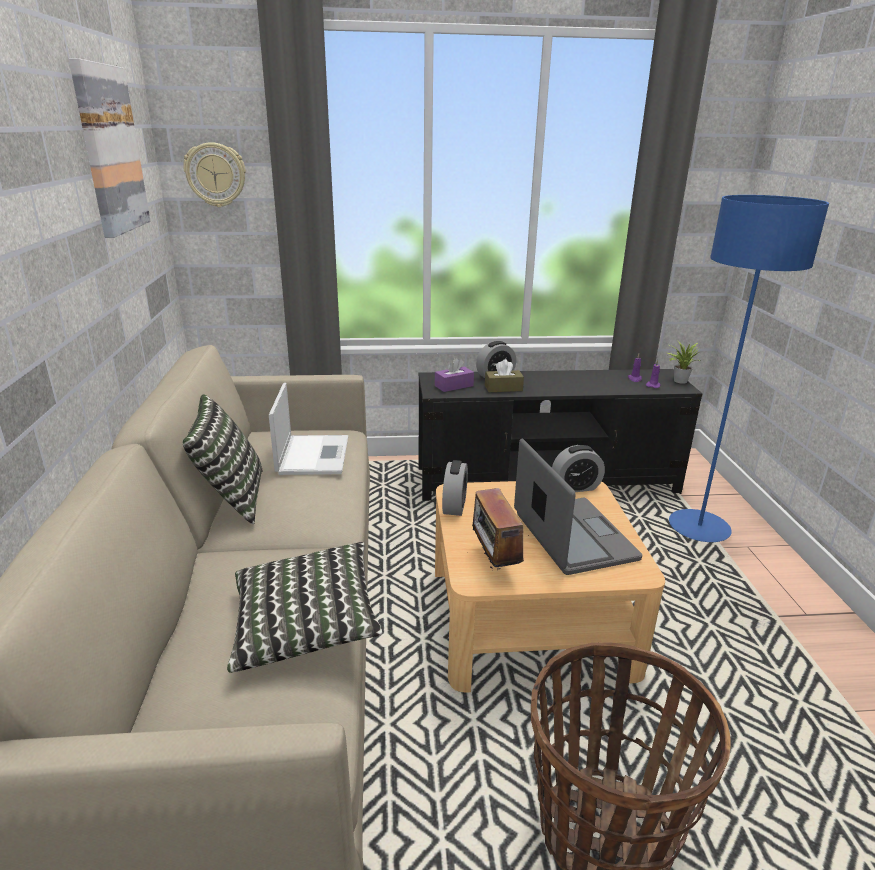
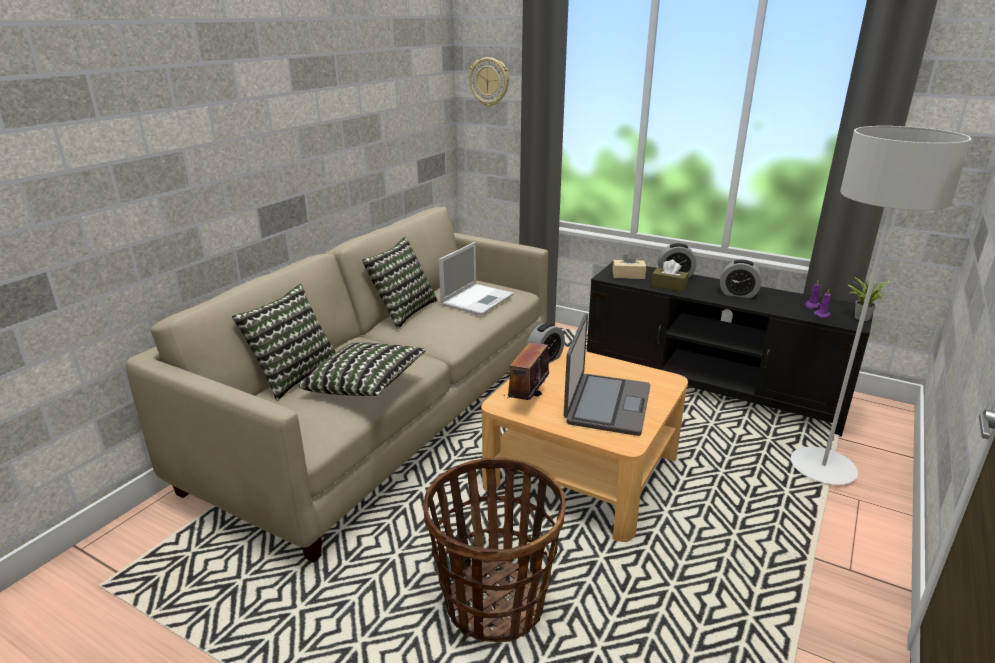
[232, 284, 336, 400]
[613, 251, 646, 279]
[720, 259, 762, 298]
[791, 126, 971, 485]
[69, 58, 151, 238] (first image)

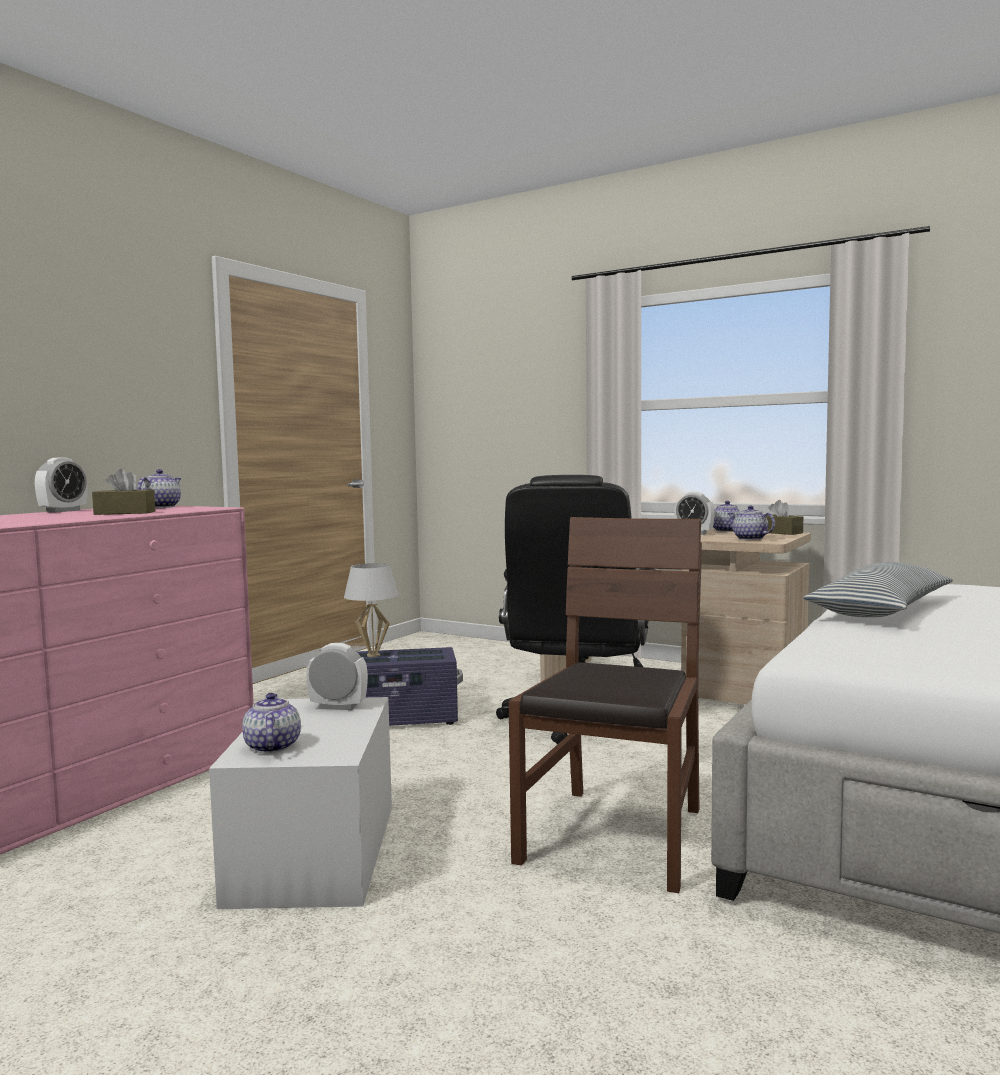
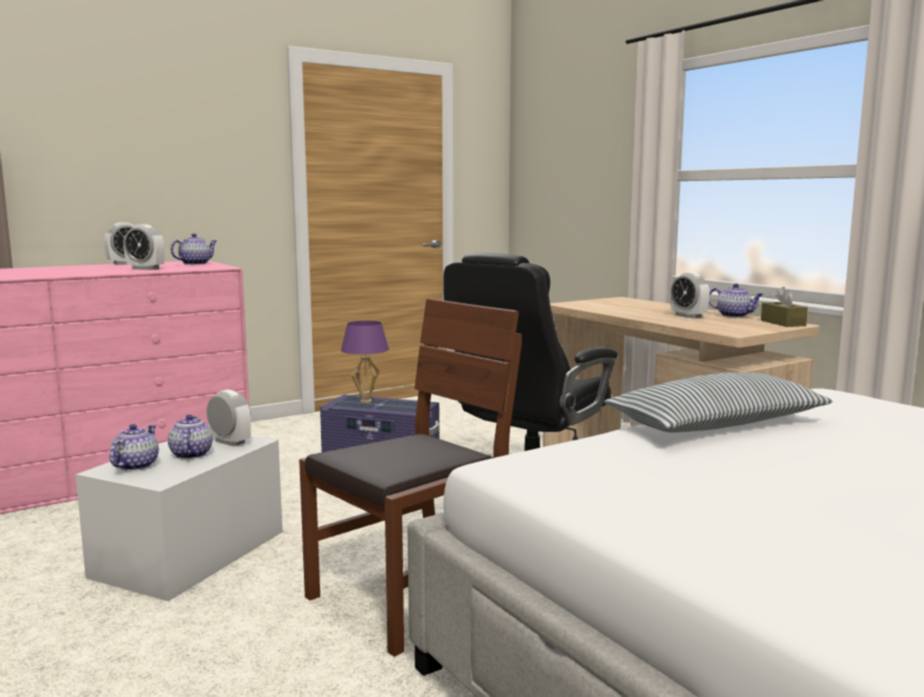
[123, 224, 165, 270]
[168, 415, 213, 459]
[341, 321, 389, 403]

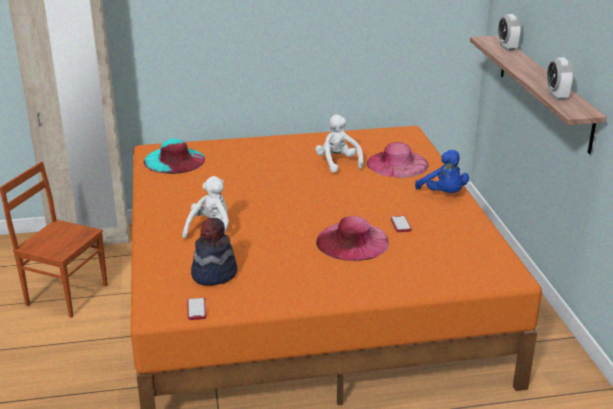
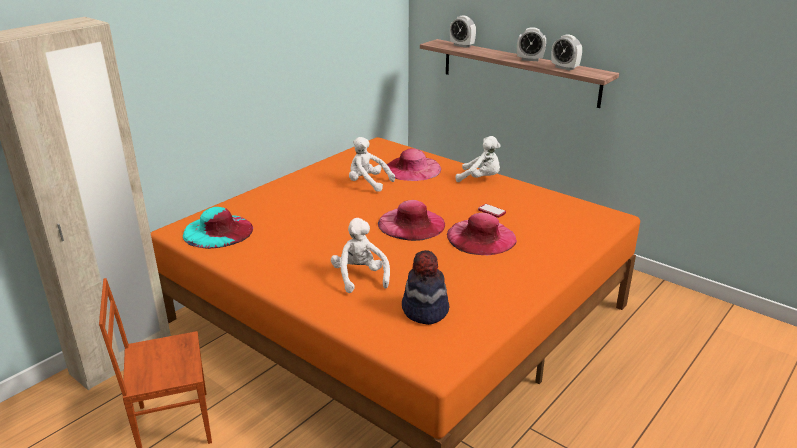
[378, 200, 445, 241]
[456, 136, 501, 182]
[517, 27, 546, 61]
[187, 298, 206, 320] (first image)

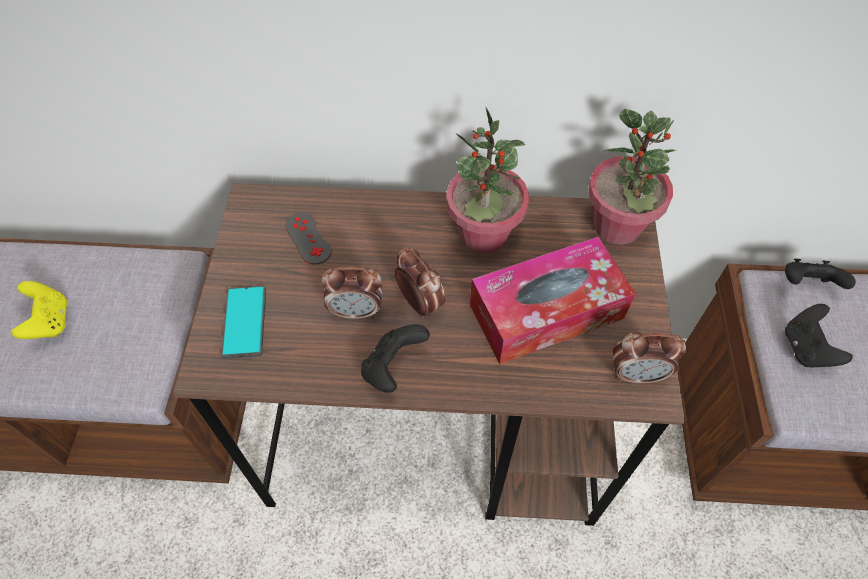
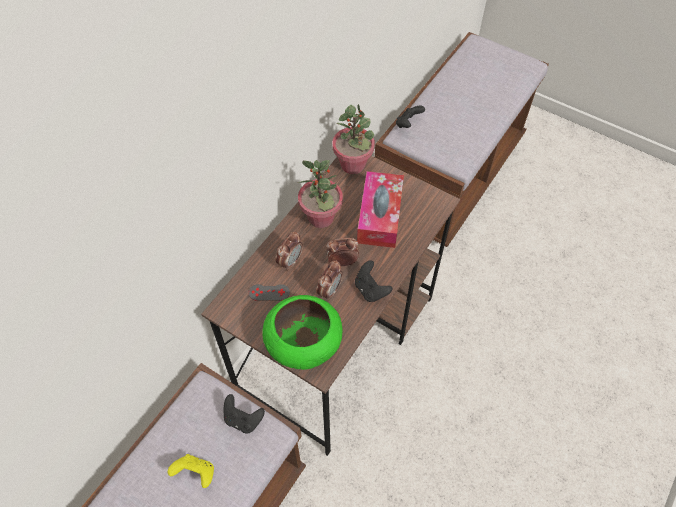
[224, 394, 265, 433]
[262, 295, 342, 370]
[275, 231, 303, 271]

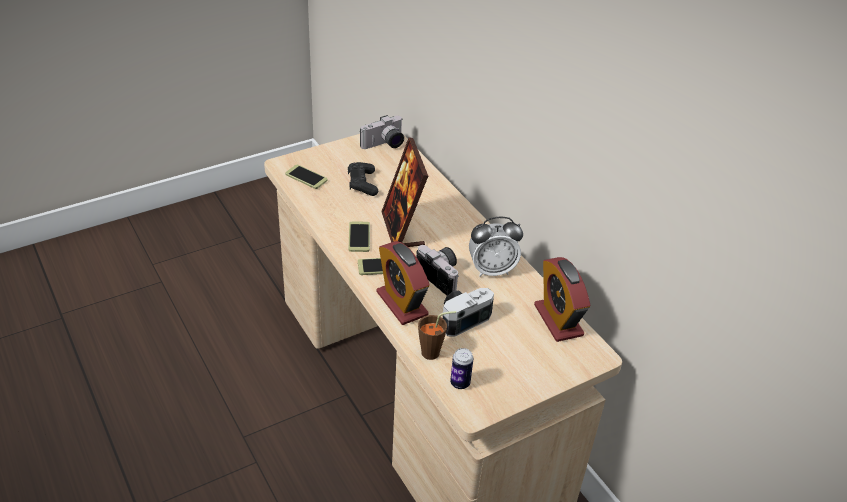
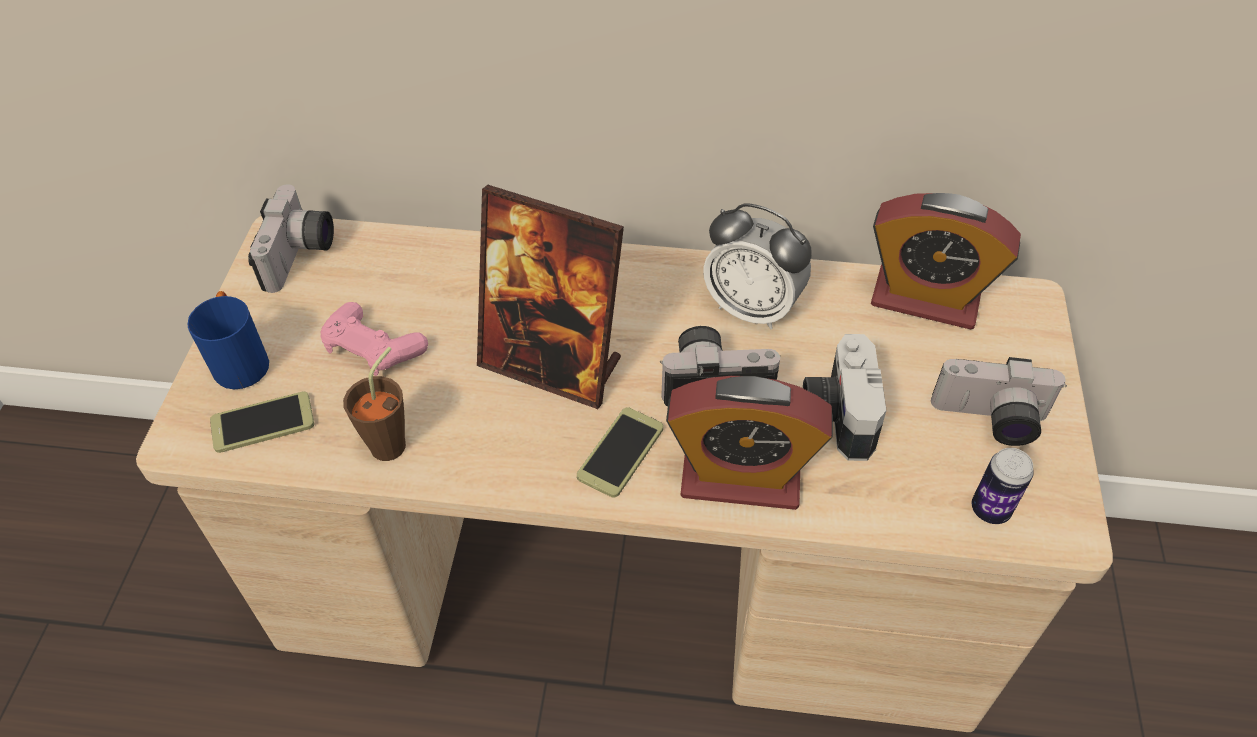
[188, 291, 269, 389]
[320, 302, 428, 376]
[343, 347, 406, 461]
[703, 203, 812, 330]
[931, 357, 1067, 446]
[349, 222, 370, 252] (first image)

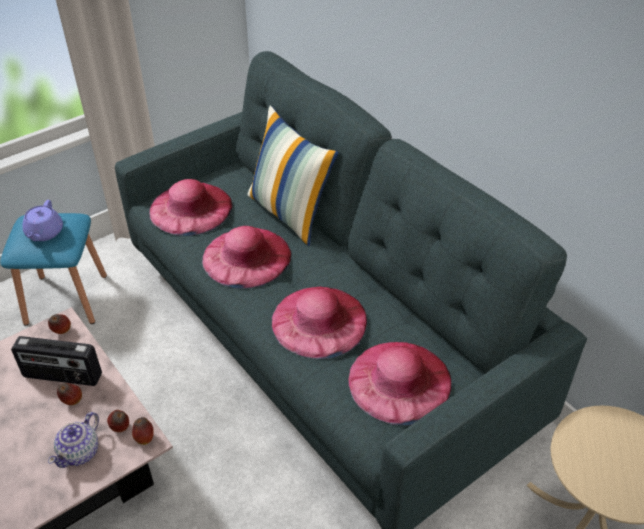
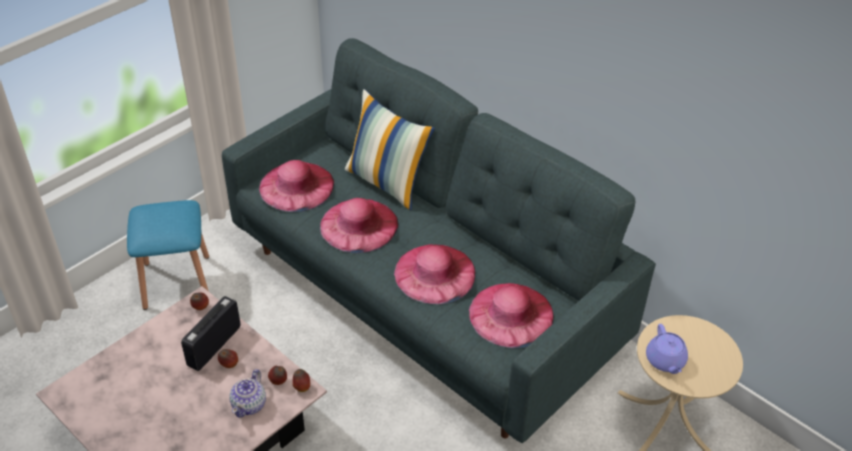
[181, 296, 241, 371]
[646, 324, 688, 374]

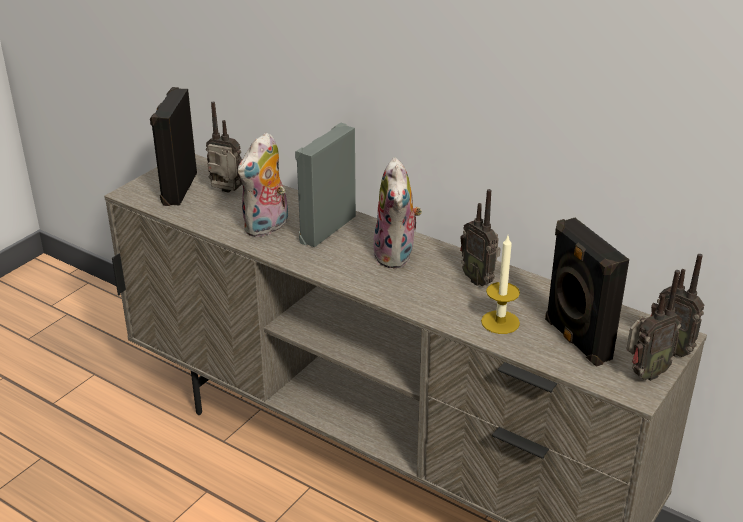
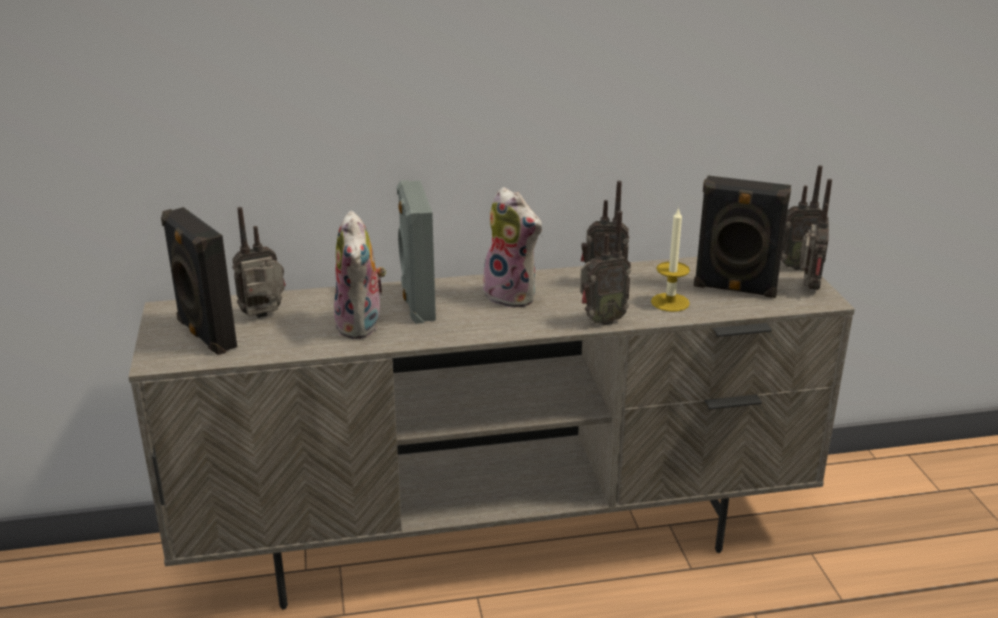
[580, 211, 631, 326]

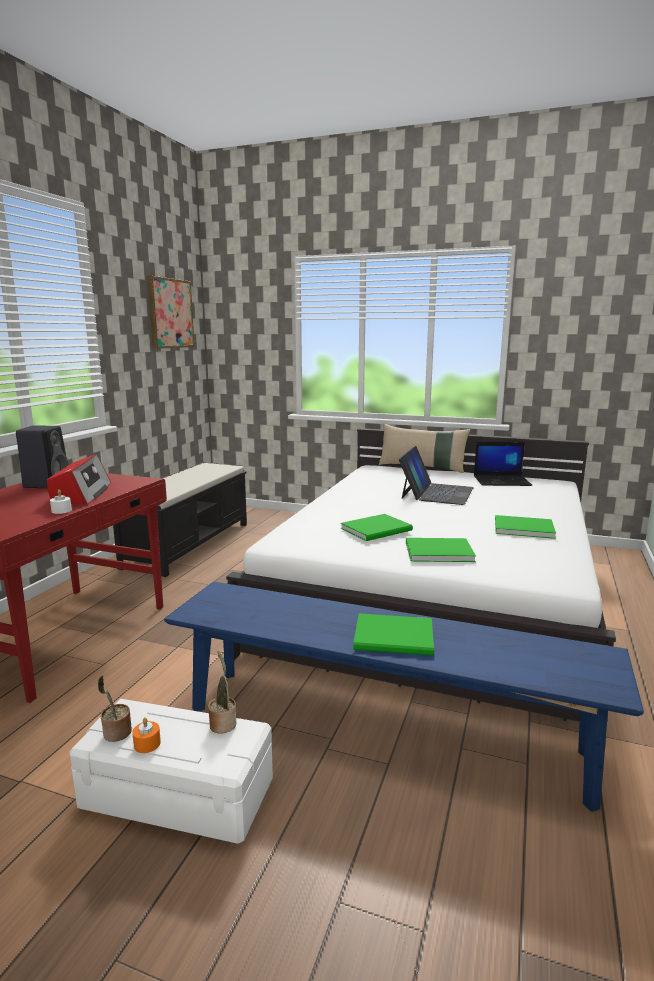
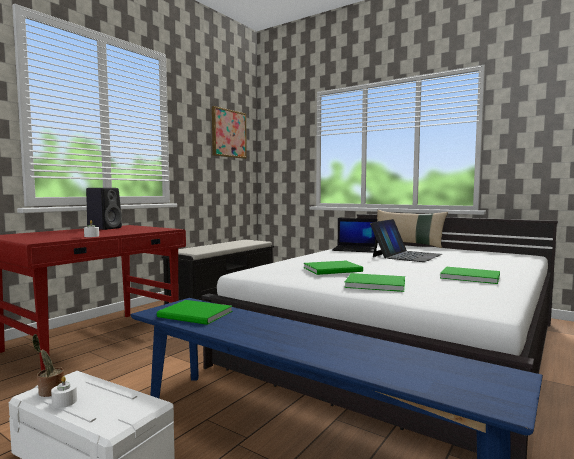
[51, 376, 77, 408]
[157, 300, 233, 325]
[332, 218, 377, 253]
[47, 454, 111, 504] (first image)
[208, 651, 237, 734] (first image)

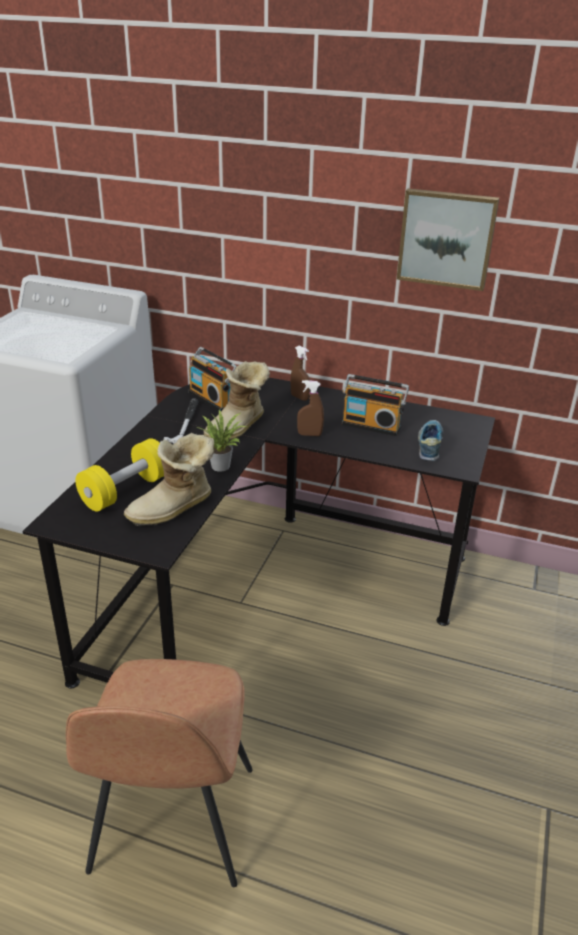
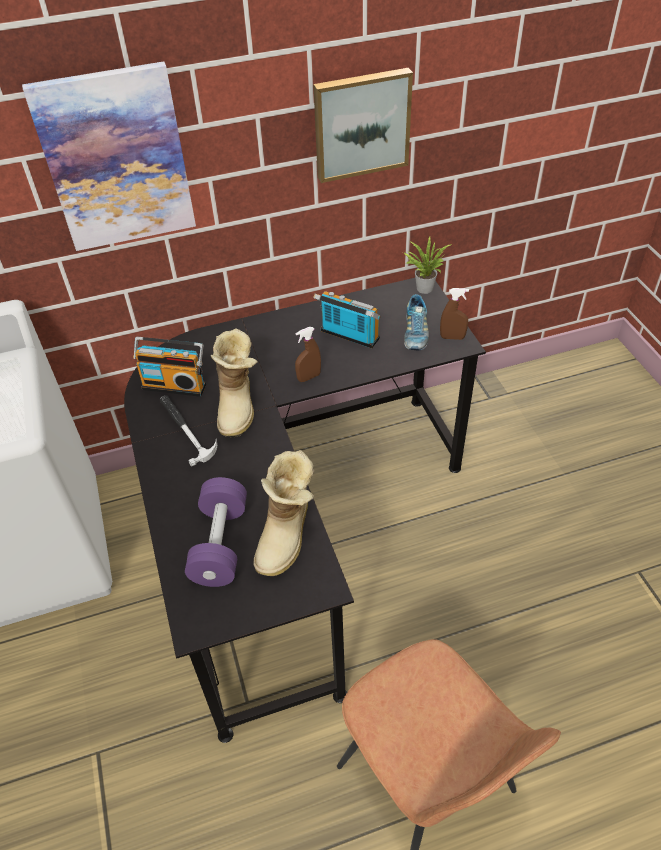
[22, 61, 196, 251]
[185, 477, 247, 587]
[313, 291, 380, 348]
[403, 236, 452, 294]
[404, 294, 429, 350]
[440, 288, 469, 340]

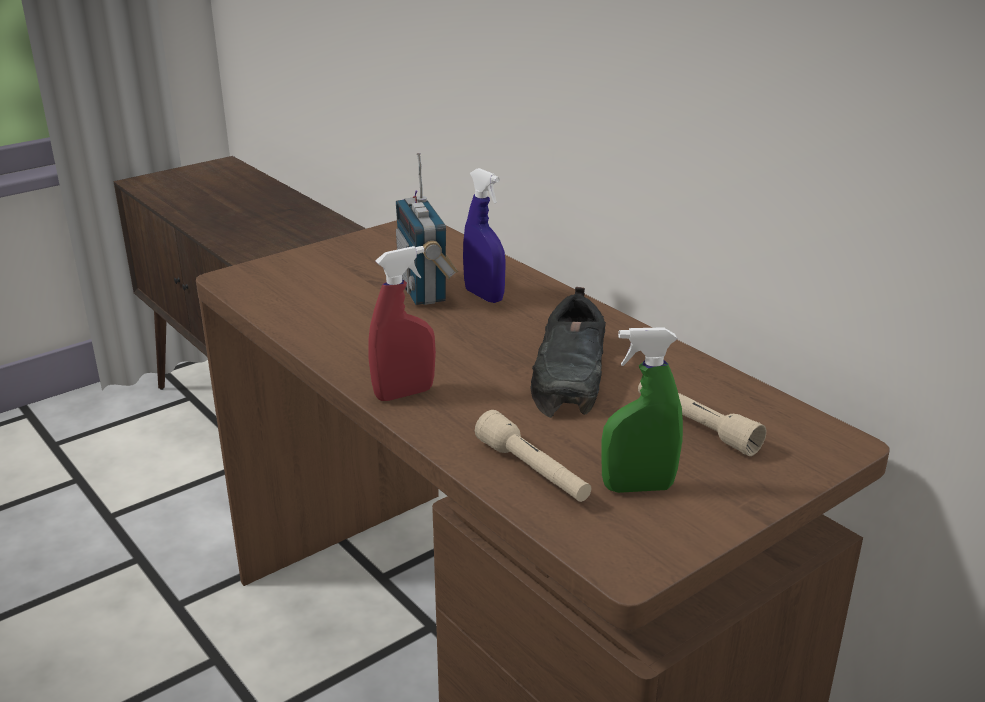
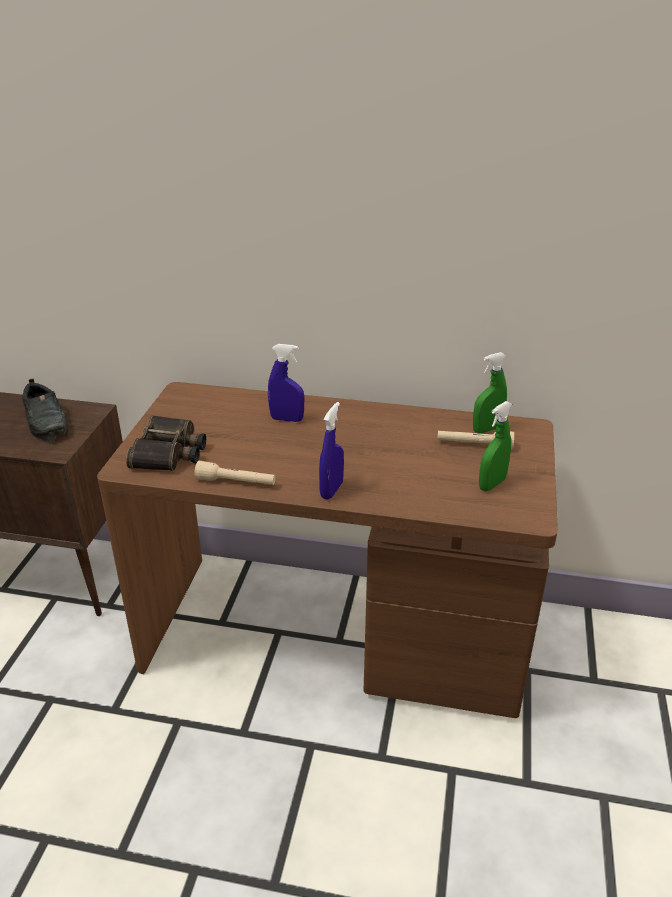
[22, 378, 69, 444]
[126, 415, 206, 471]
[194, 461, 276, 485]
[319, 402, 344, 500]
[473, 352, 507, 433]
[396, 153, 458, 305] (first image)

